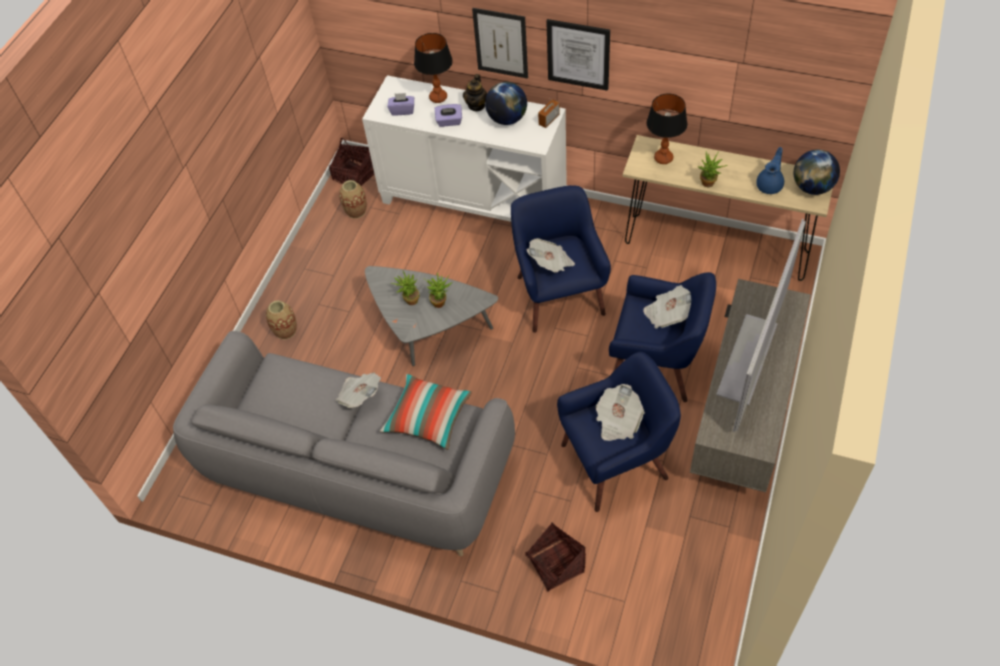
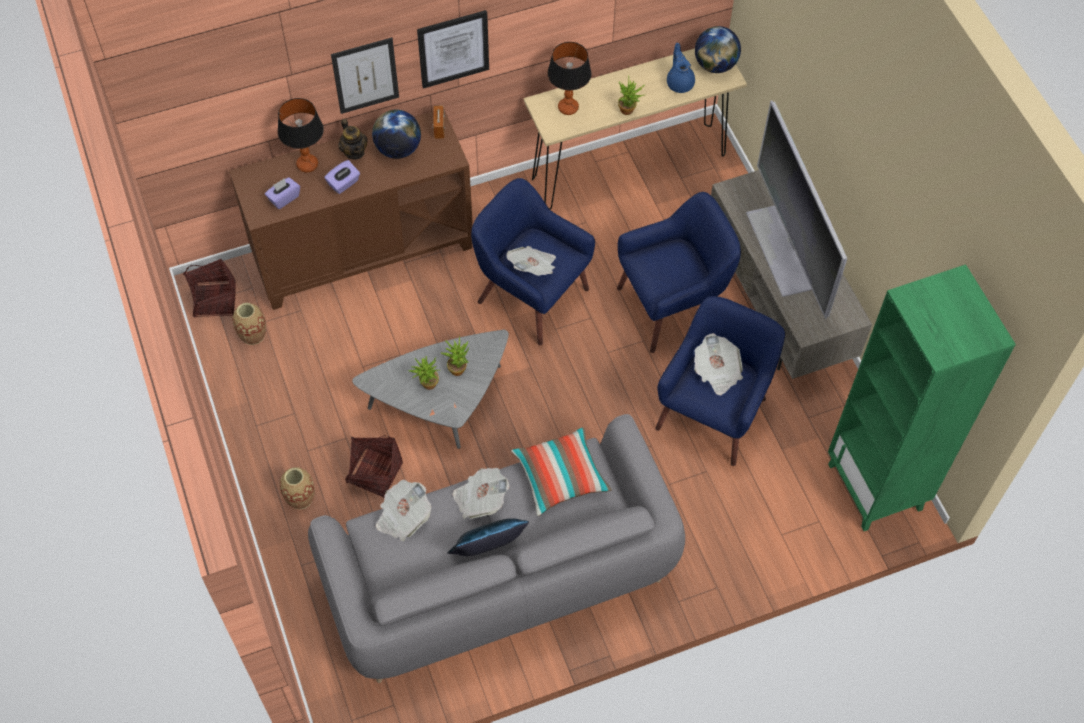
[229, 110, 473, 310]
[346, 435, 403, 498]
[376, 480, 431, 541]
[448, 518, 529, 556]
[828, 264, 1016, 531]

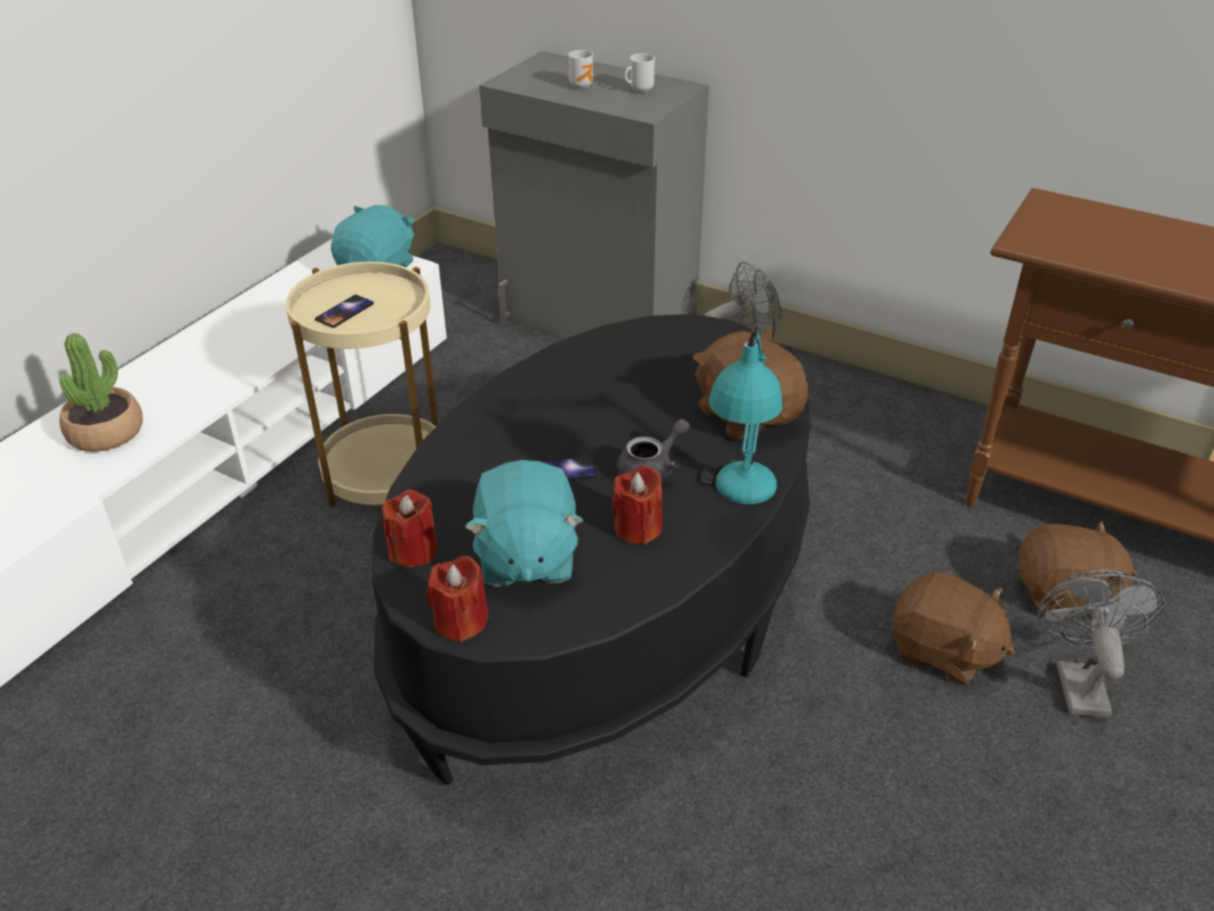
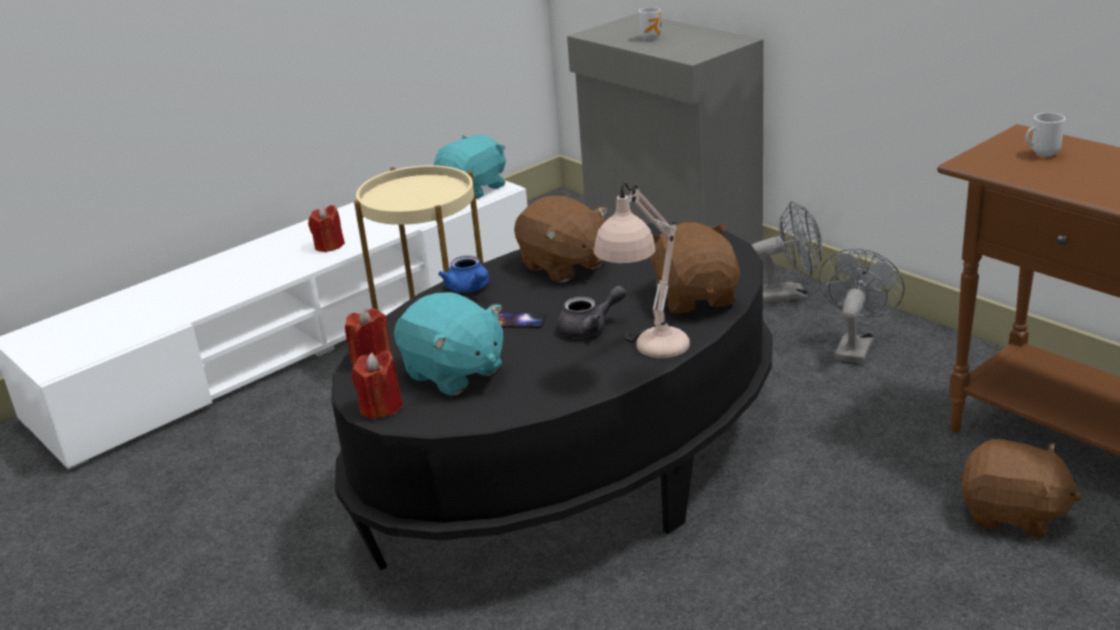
[308, 205, 345, 252]
[394, 292, 503, 396]
[438, 256, 489, 293]
[514, 196, 608, 282]
[594, 182, 690, 358]
[818, 248, 905, 364]
[1026, 113, 1065, 157]
[59, 333, 143, 452] (first image)
[315, 295, 374, 328] (first image)

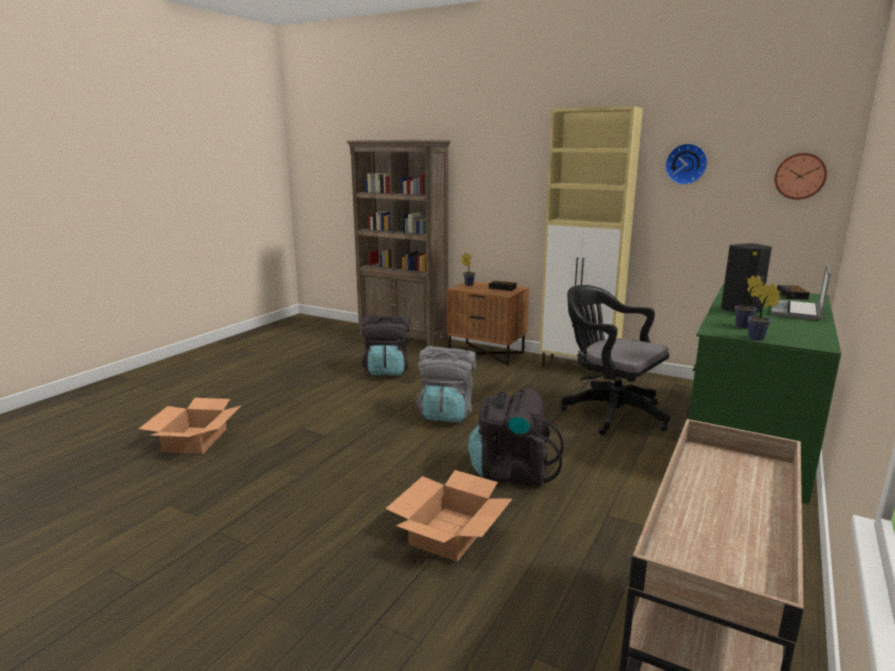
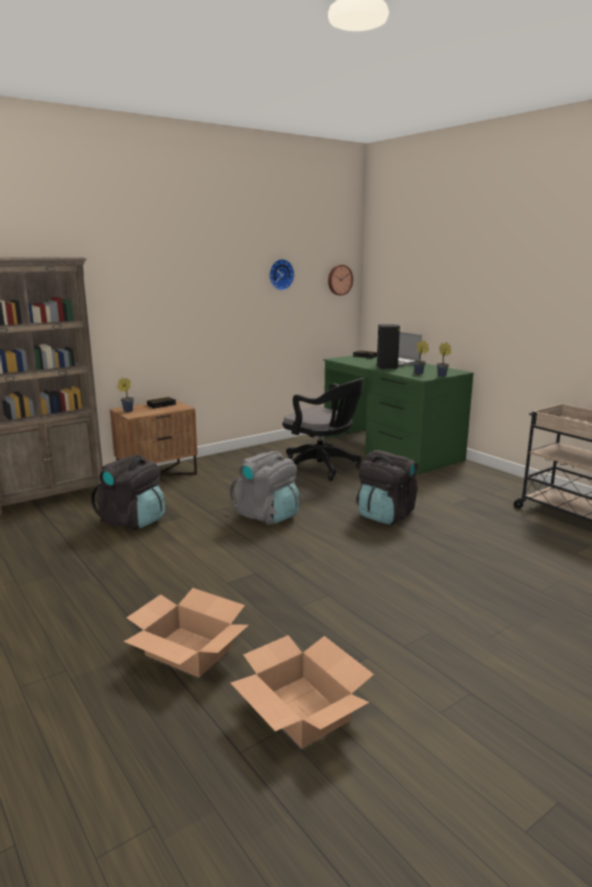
[231, 635, 374, 748]
[282, 378, 365, 481]
[539, 106, 643, 367] (first image)

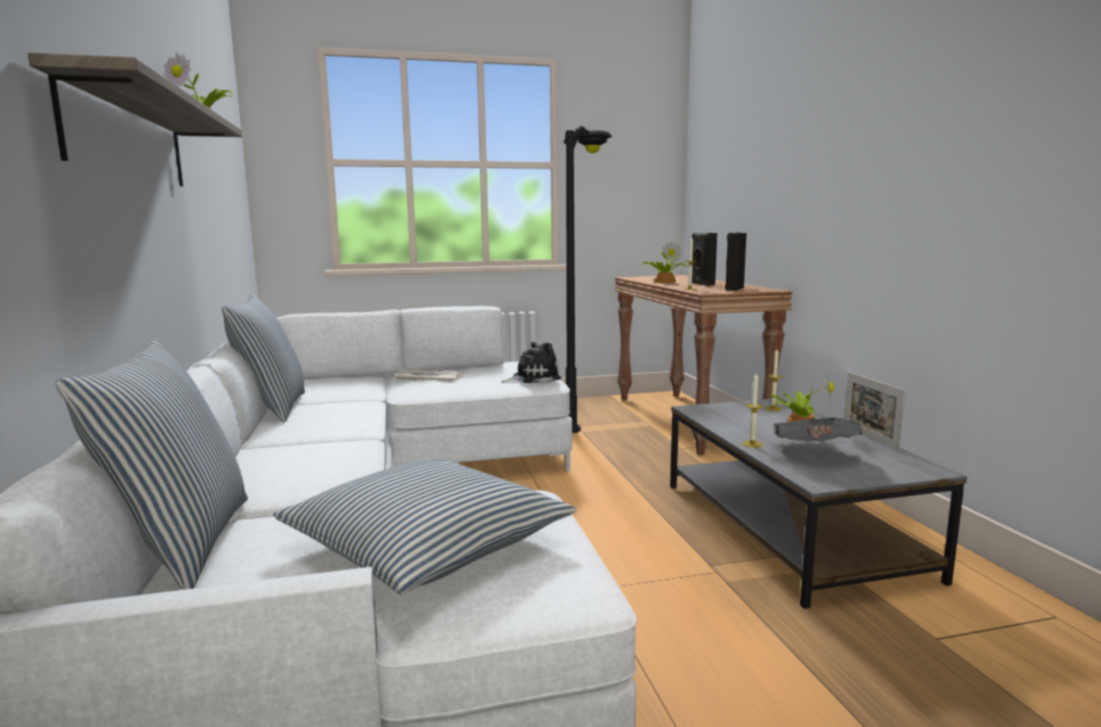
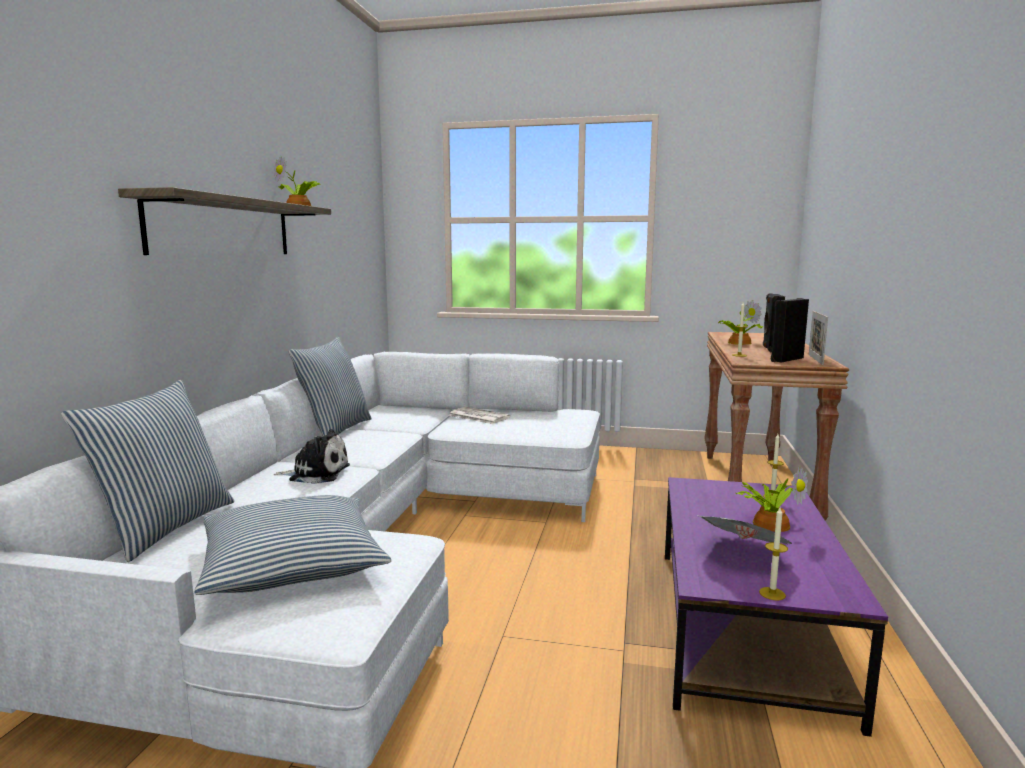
[274, 429, 350, 484]
[665, 477, 888, 737]
[759, 508, 788, 601]
[809, 311, 828, 365]
[564, 126, 612, 433] (first image)

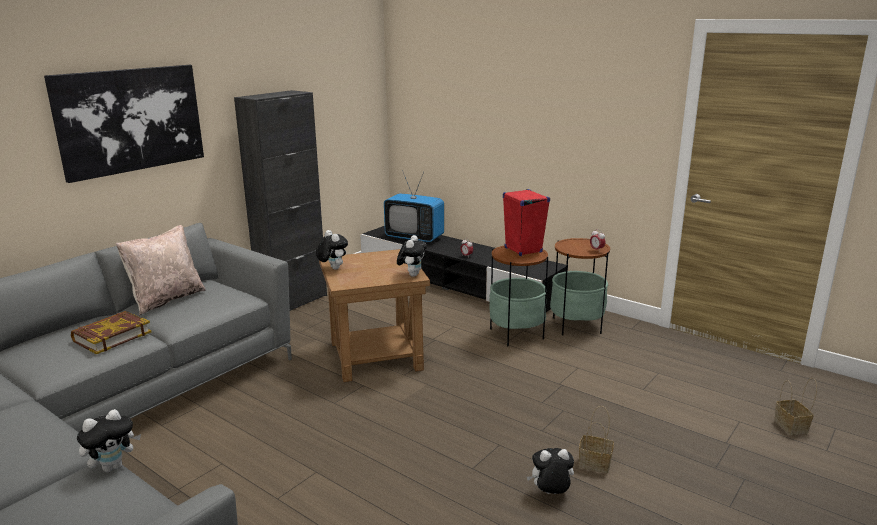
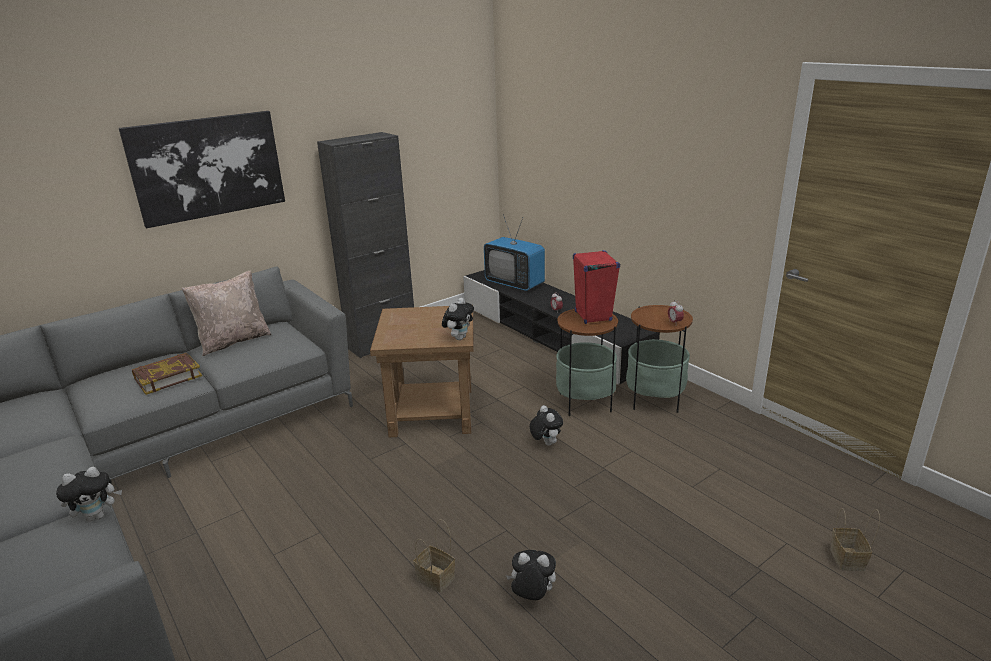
[414, 520, 455, 593]
[530, 405, 563, 446]

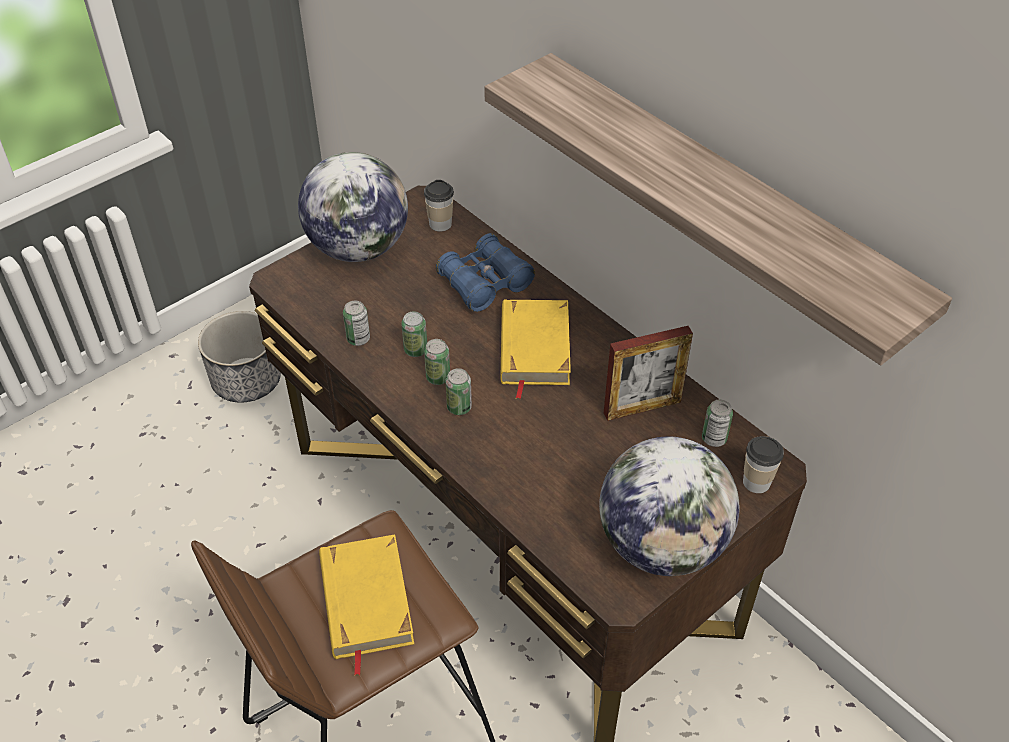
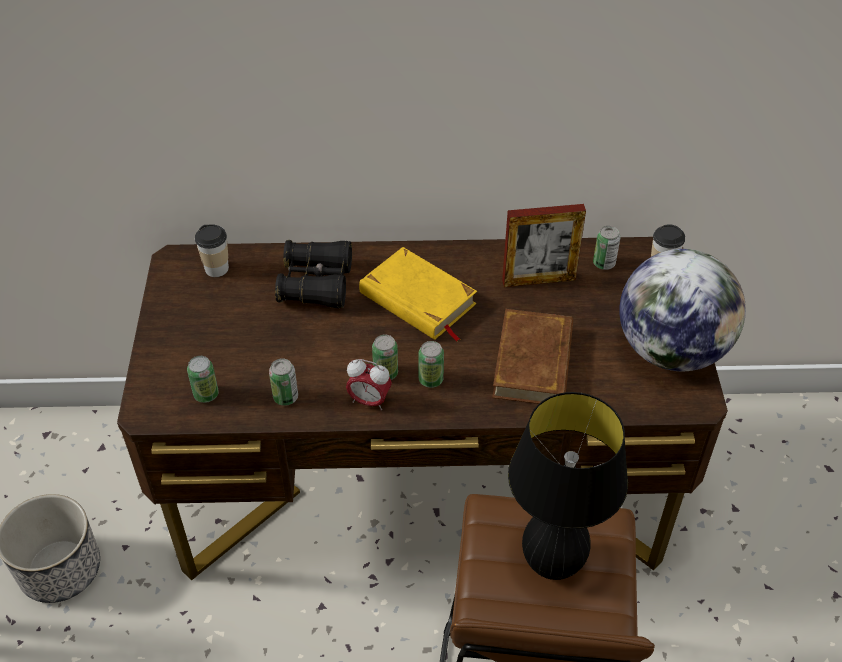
[187, 356, 219, 403]
[275, 240, 352, 309]
[346, 359, 392, 410]
[492, 309, 573, 404]
[502, 204, 586, 287]
[508, 392, 628, 580]
[298, 152, 408, 262] (first image)
[484, 53, 952, 365] (first image)

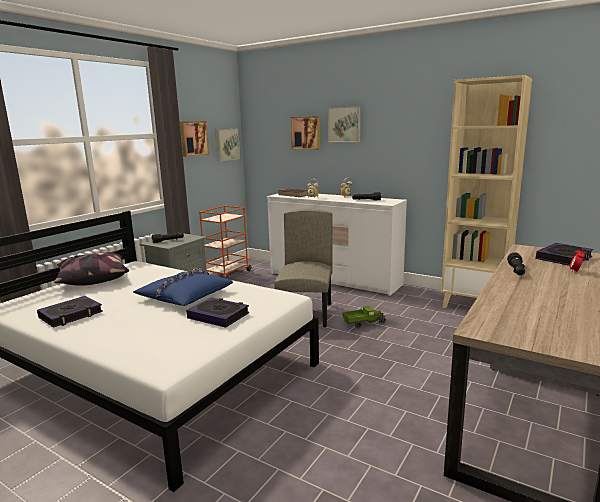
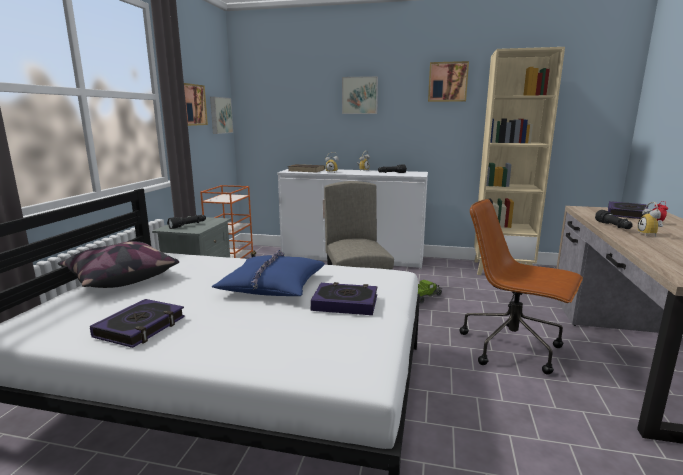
[428, 61, 469, 102]
[459, 199, 583, 375]
[637, 202, 663, 237]

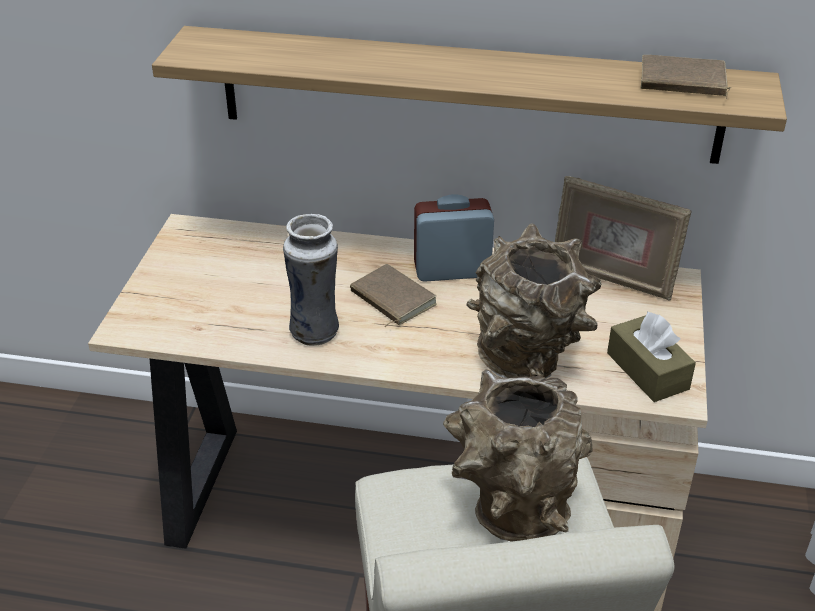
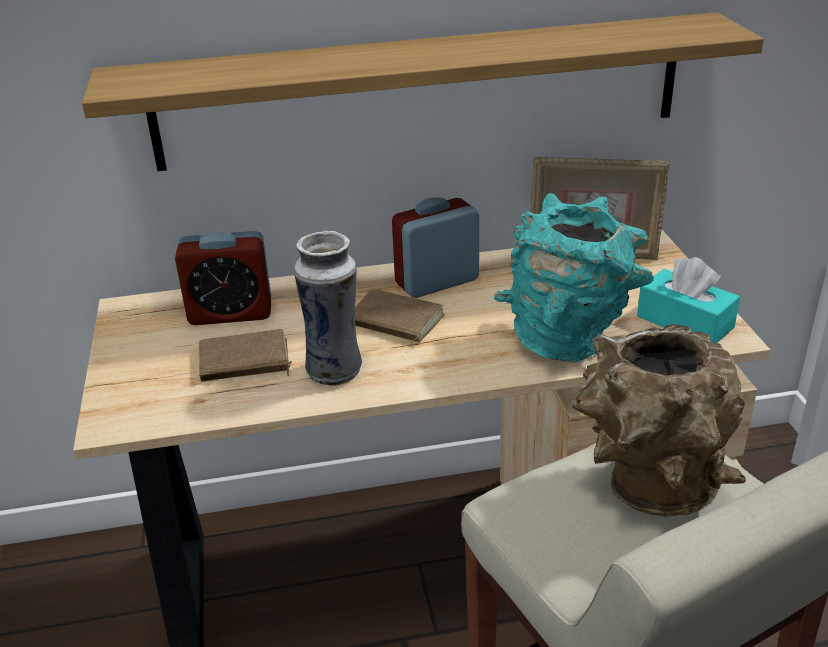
[175, 231, 271, 325]
[199, 329, 292, 382]
[494, 193, 654, 363]
[637, 257, 740, 343]

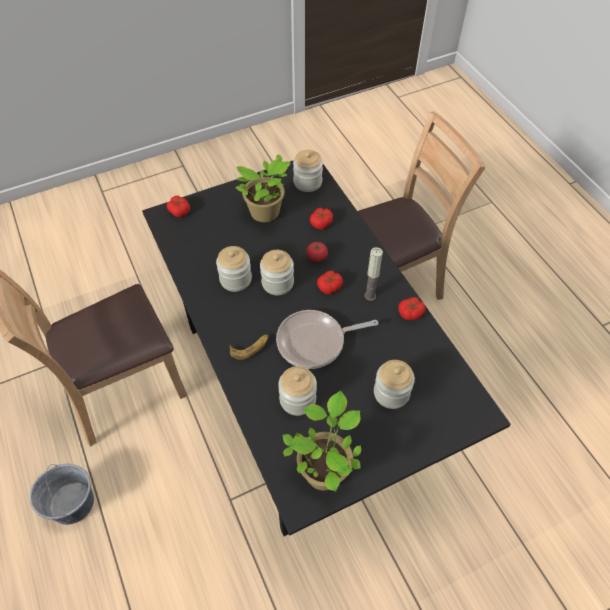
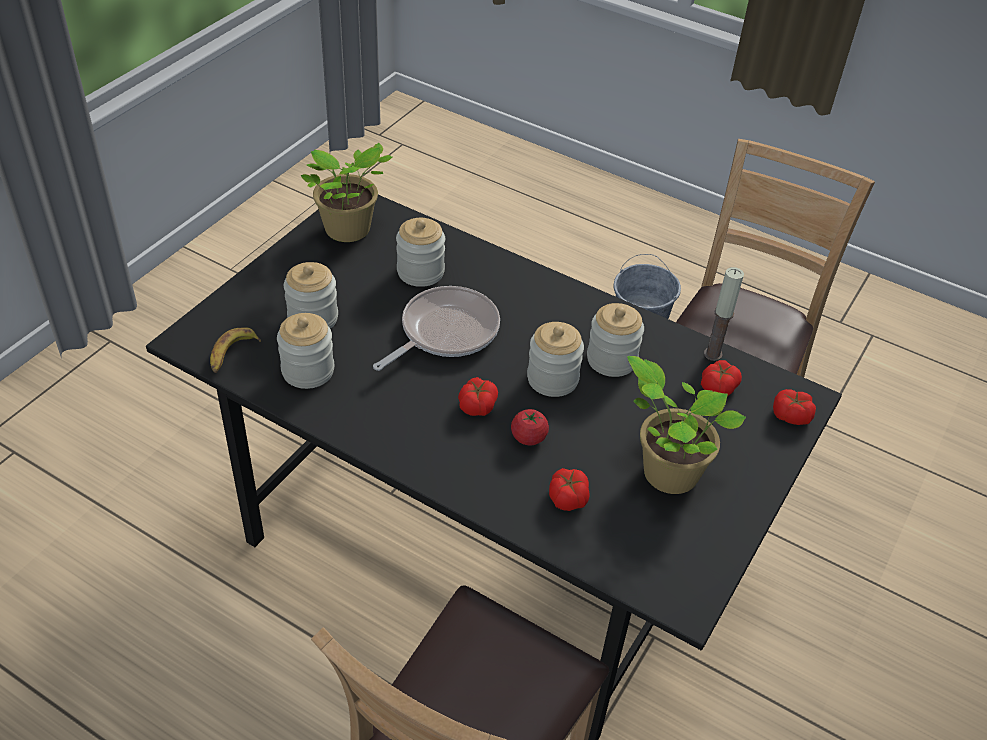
[210, 327, 261, 373]
[277, 313, 334, 389]
[701, 360, 742, 396]
[704, 267, 744, 361]

